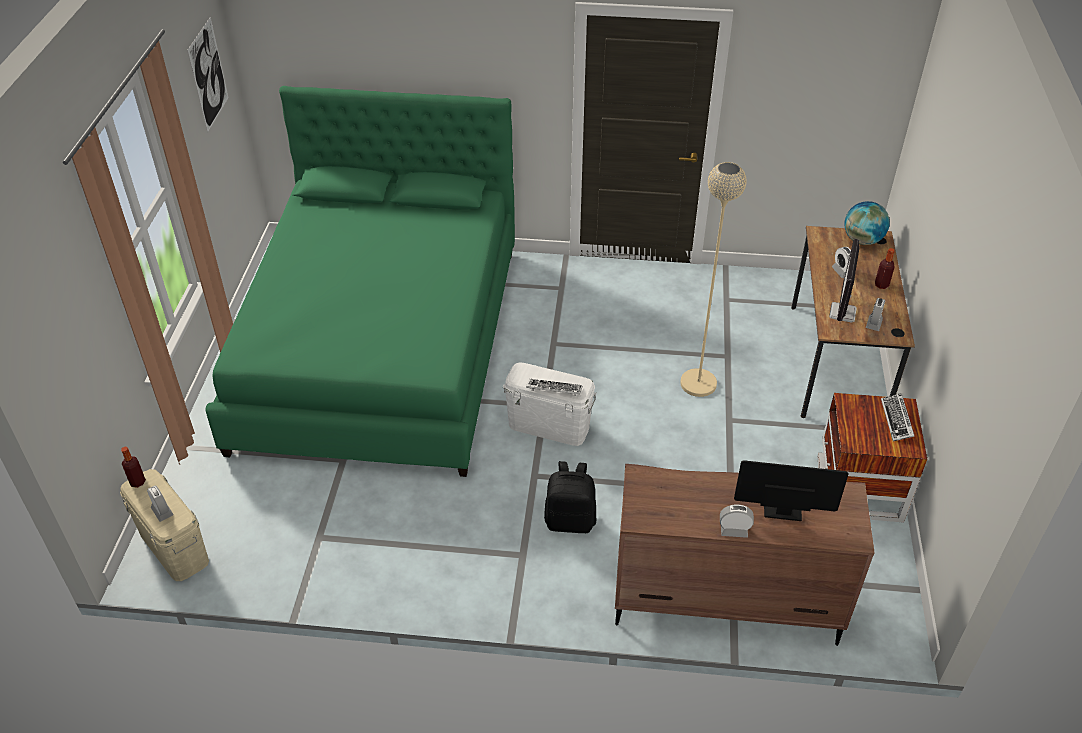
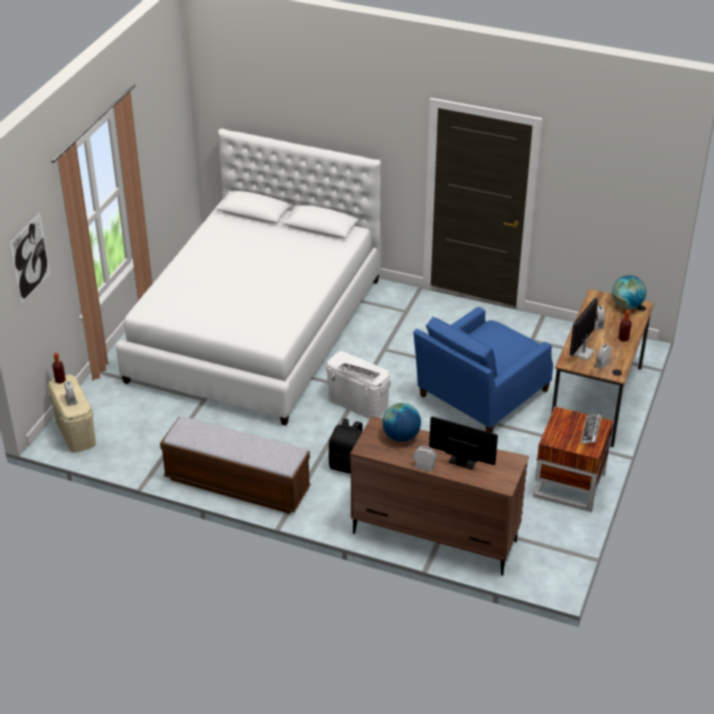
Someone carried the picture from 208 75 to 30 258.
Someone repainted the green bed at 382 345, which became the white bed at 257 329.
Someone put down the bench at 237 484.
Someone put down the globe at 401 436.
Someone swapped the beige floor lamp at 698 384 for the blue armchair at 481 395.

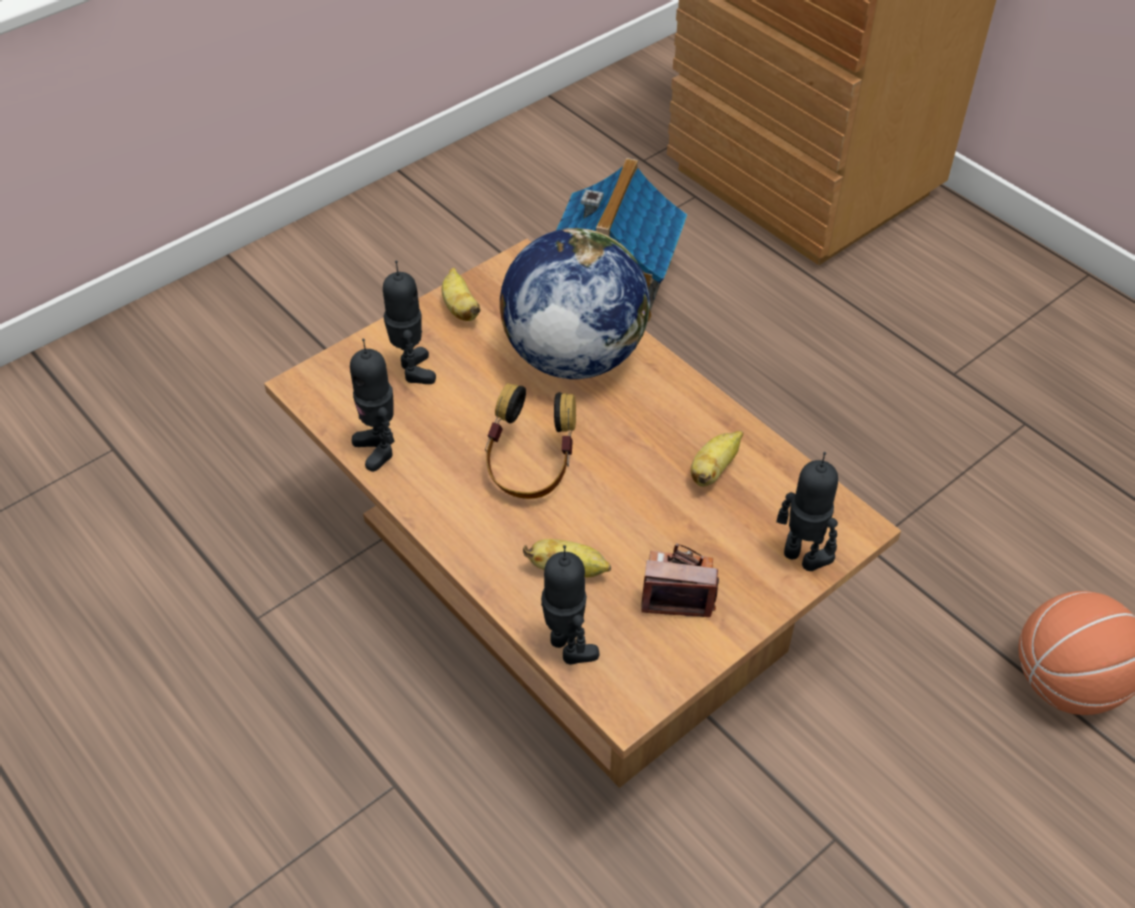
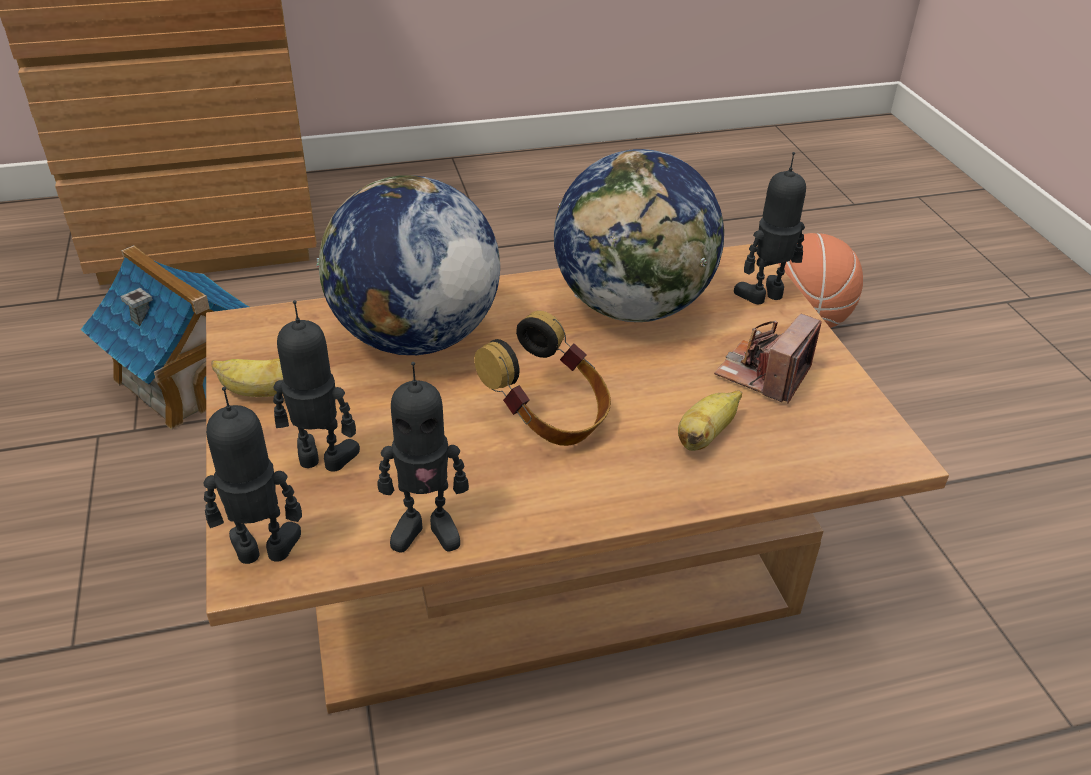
Someone carried the toy robot from 566 647 to 264 552.
Someone swapped the banana at 713 470 for the globe at 633 306.

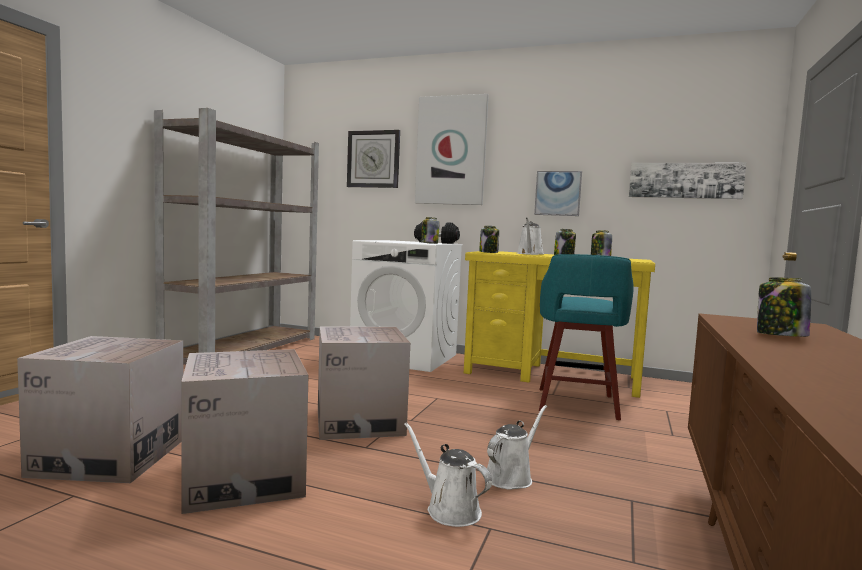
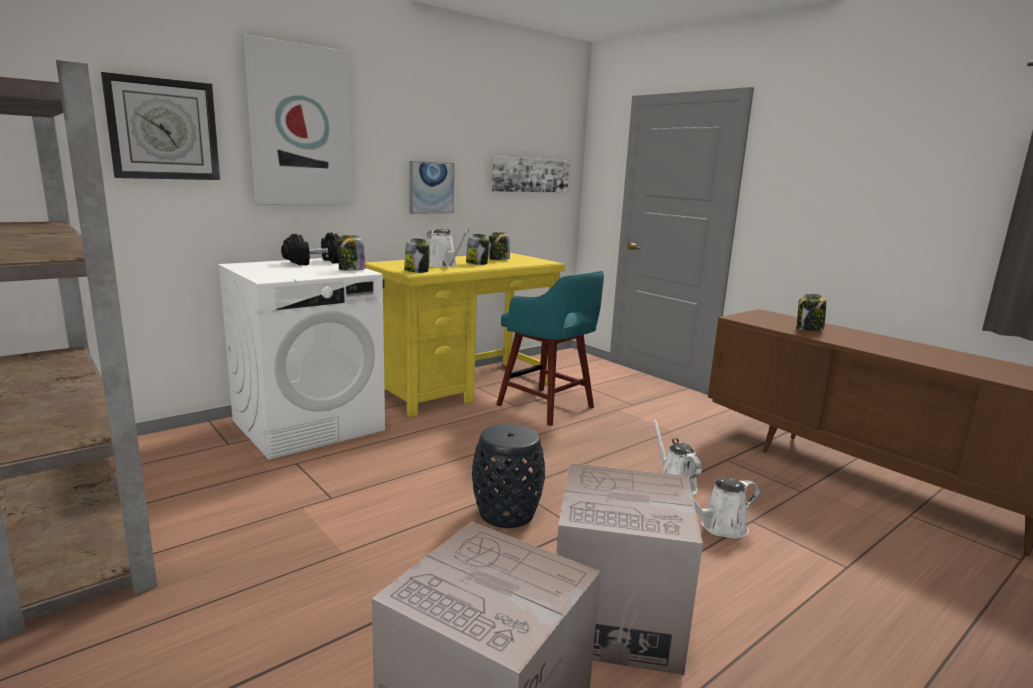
Someone swapped the cardboard box at 359 422 for the black stool at 506 513.

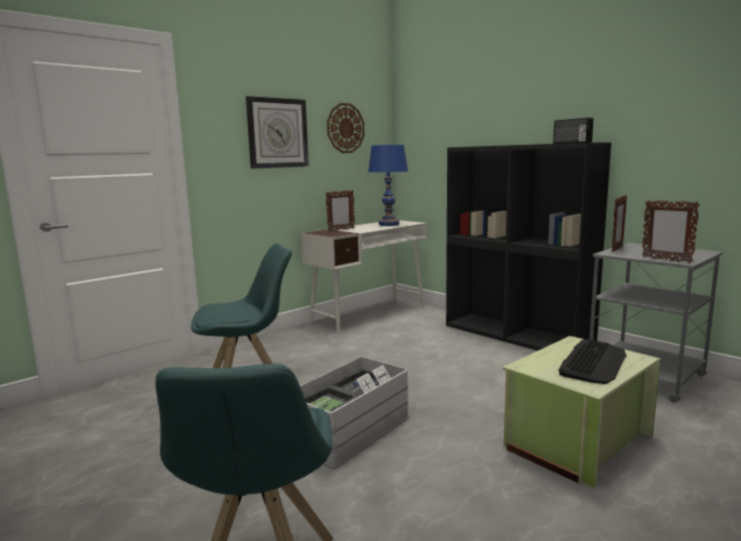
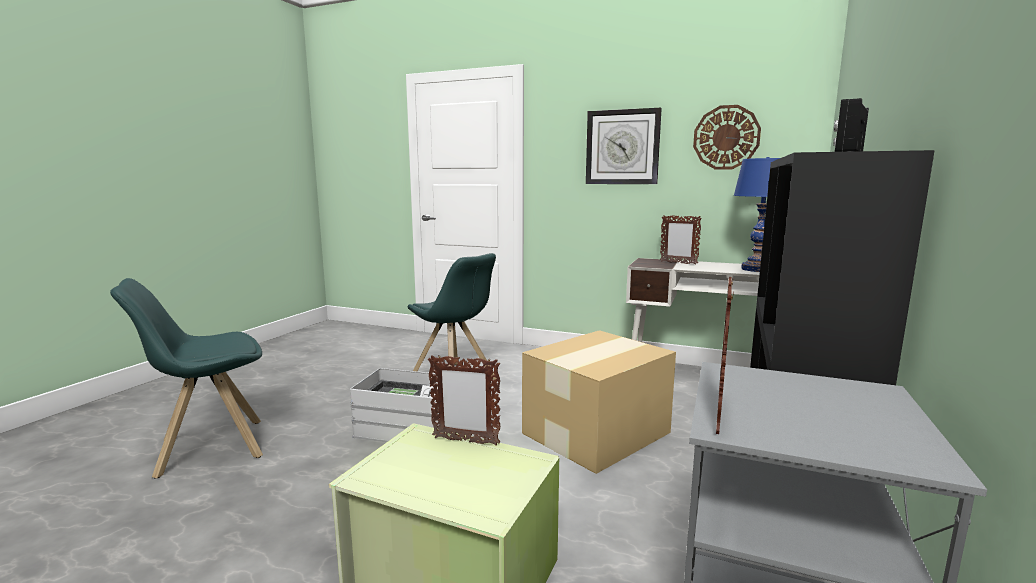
Someone carried the picture frame from 616 249 to 465 441.
Someone put down the cardboard box at 598 432.
Someone took away the keyboard at 593 362.

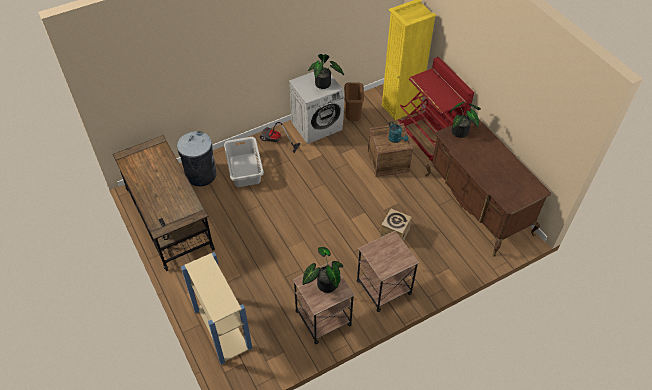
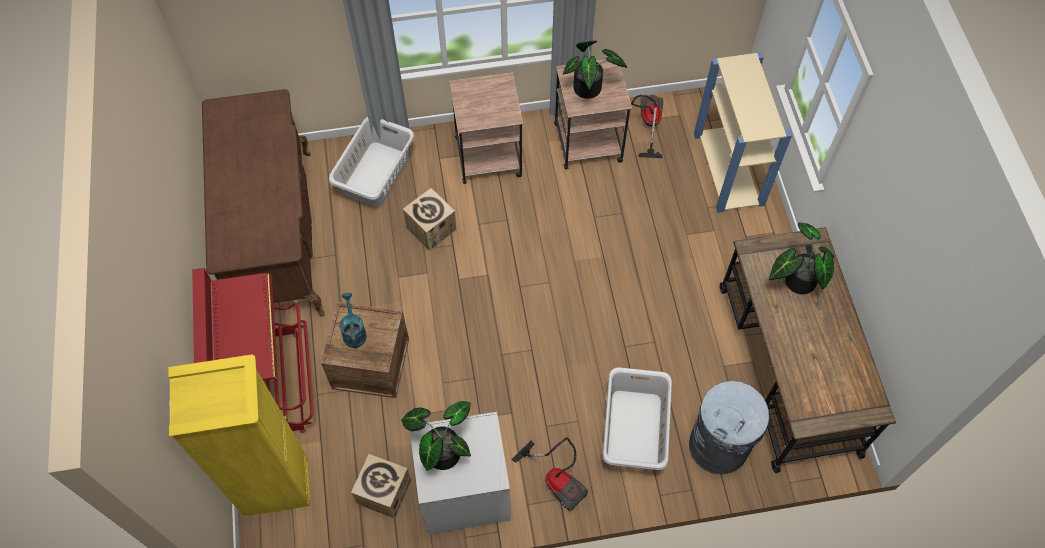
Someone put down the grey laundry basket at 376 174.
Someone swapped the brown trash can at 352 117 for the cardboard box at 384 492.
Someone put down the vacuum cleaner at 647 124.
Someone carried the potted plant from 462 131 to 796 280.

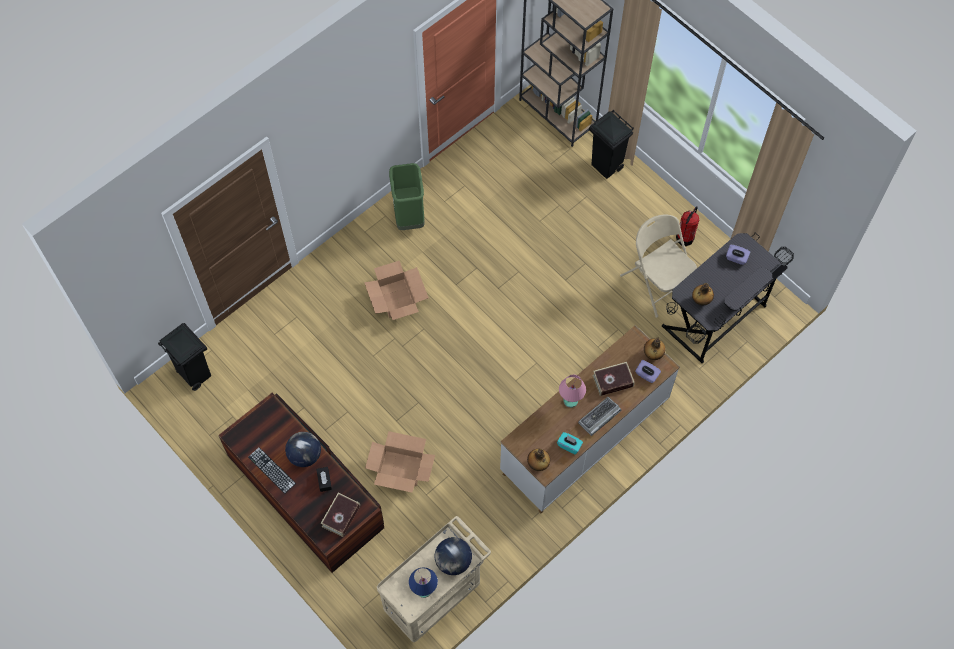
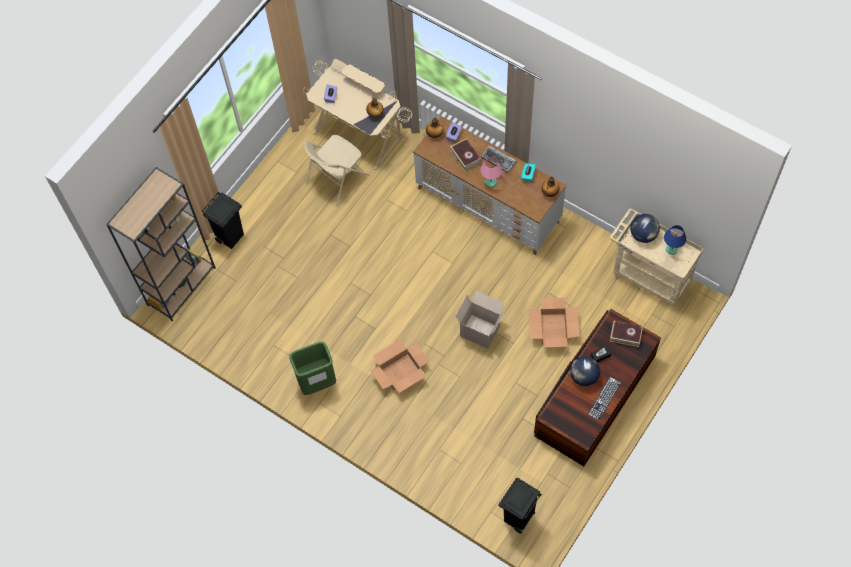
Someone repainted the black desk at 716 318, which became the beige desk at 359 133.
Someone put down the cardboard box at 481 330.
Someone took away the fire extinguisher at 685 238.

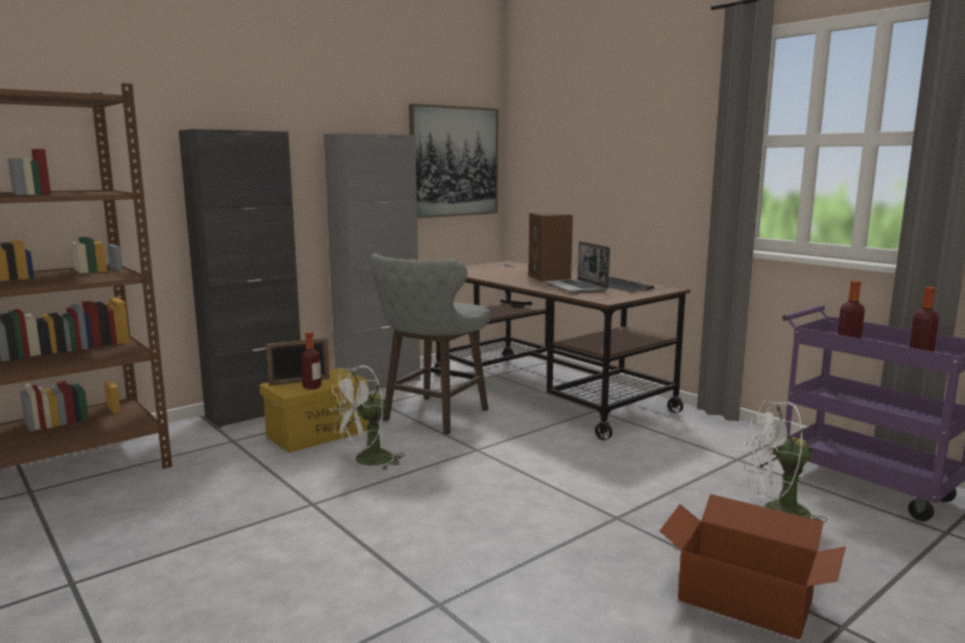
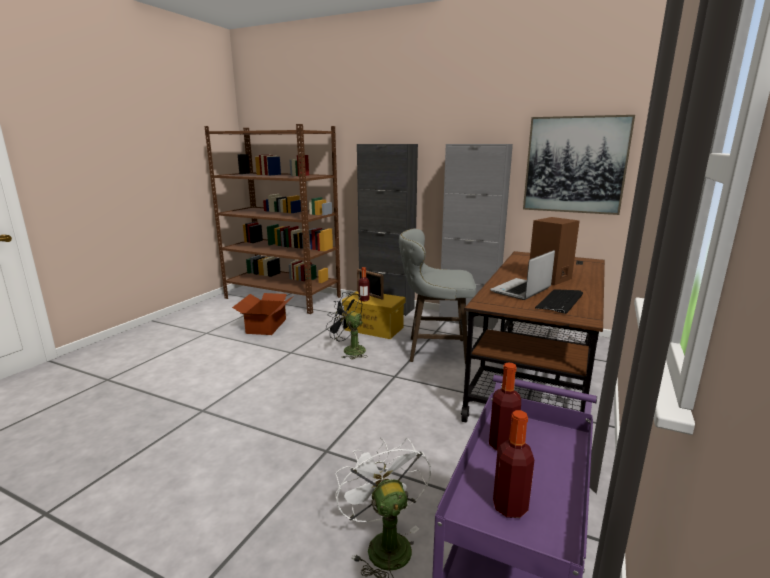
Someone carried the cardboard box from 745 601 to 266 326.
Someone repainted the white fan at 366 461, which became the black fan at 349 350.

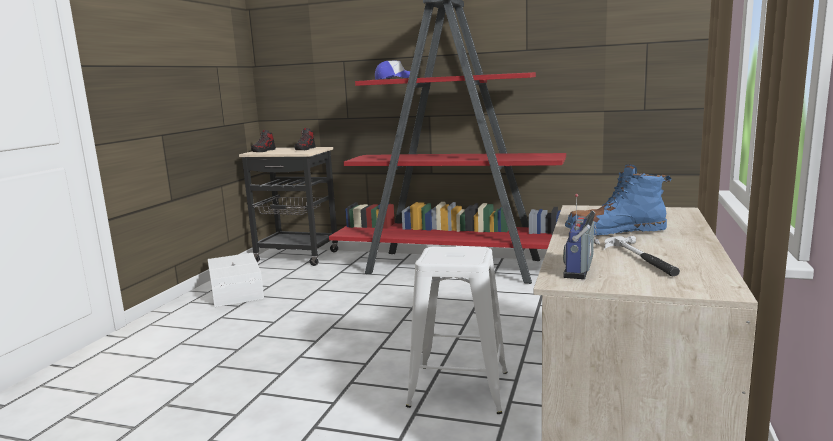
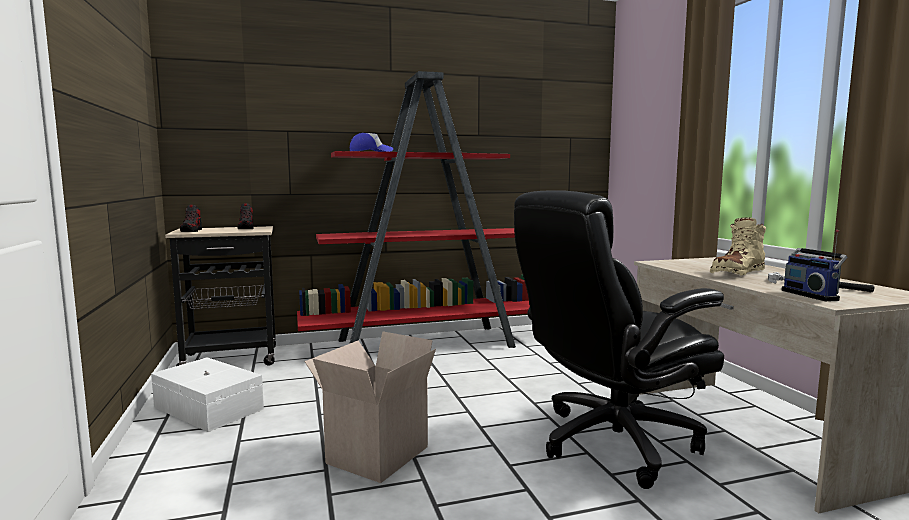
Someone put down the cardboard box at 376 453.
Someone swapped the white stool at 459 389 for the black office chair at 608 443.
Someone repainted the blue boot at 615 231, which became the beige boot at 737 273.

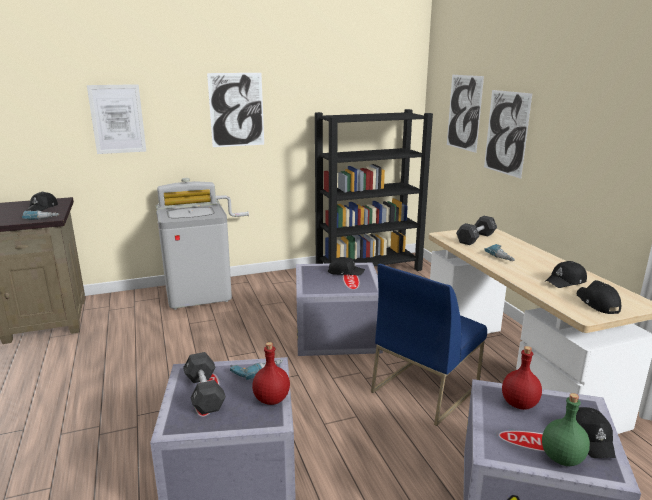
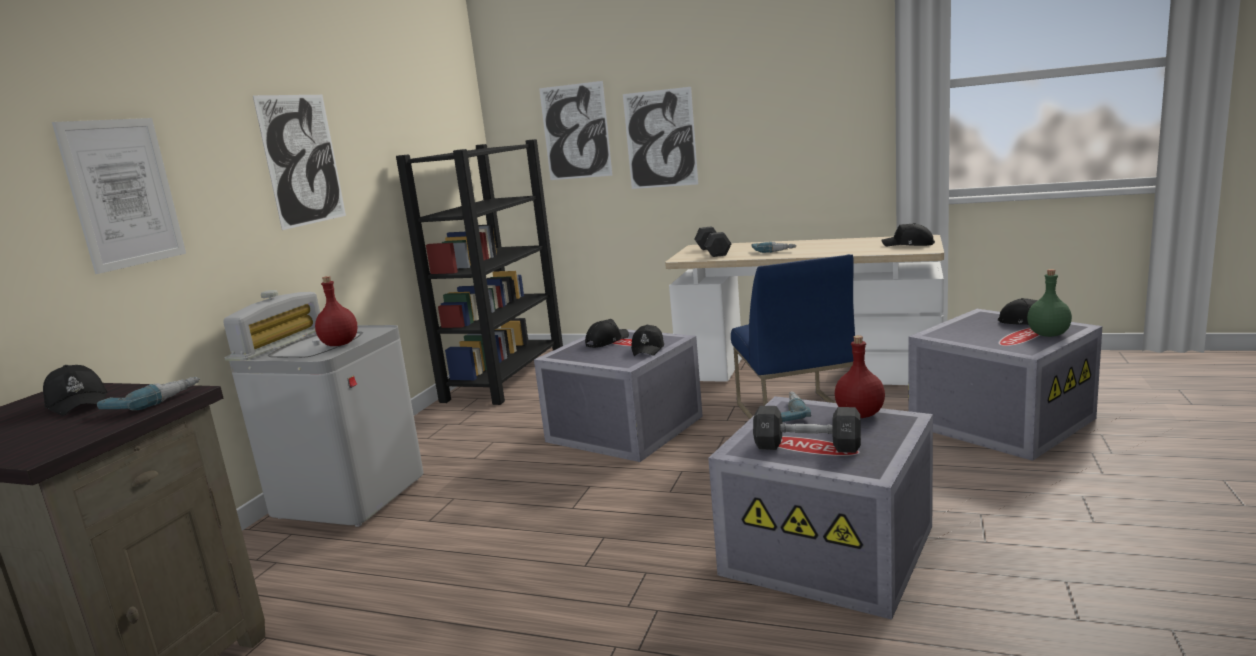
Someone carried the red bottle from 519 404 to 339 344.
Someone carried the black cap from 566 281 to 648 349.

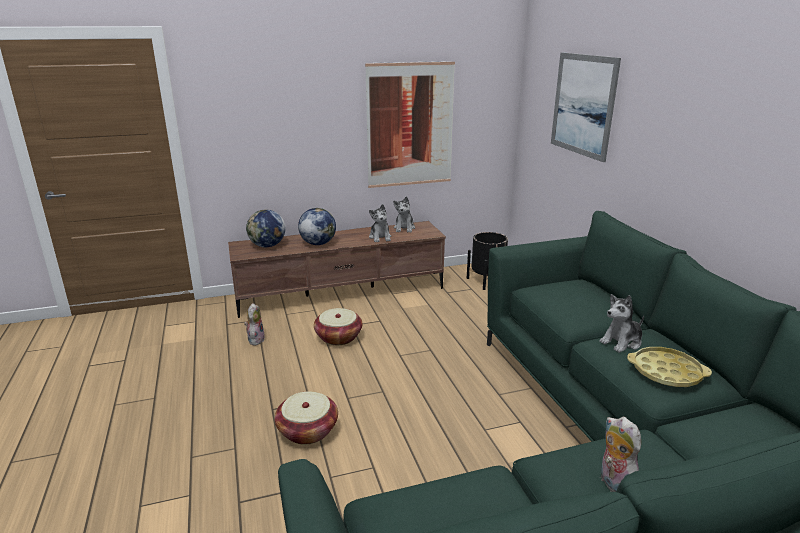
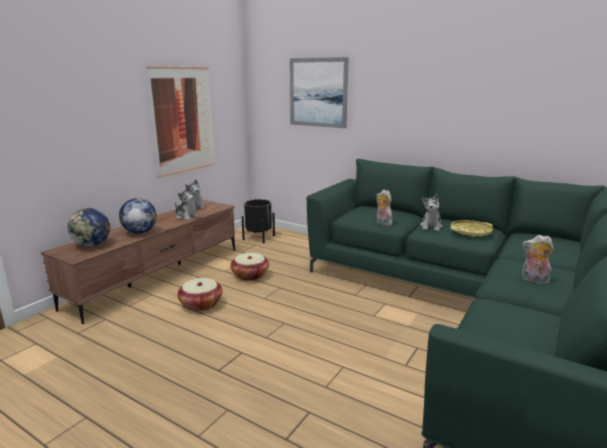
Someone carried the basket from 307 430 to 250 275.
Someone carried the plush toy from 255 339 to 382 223.

